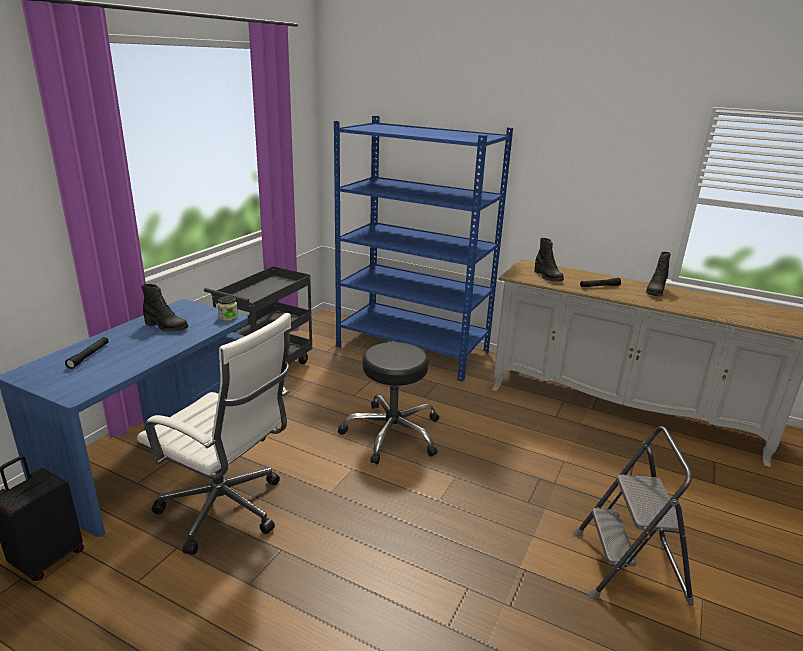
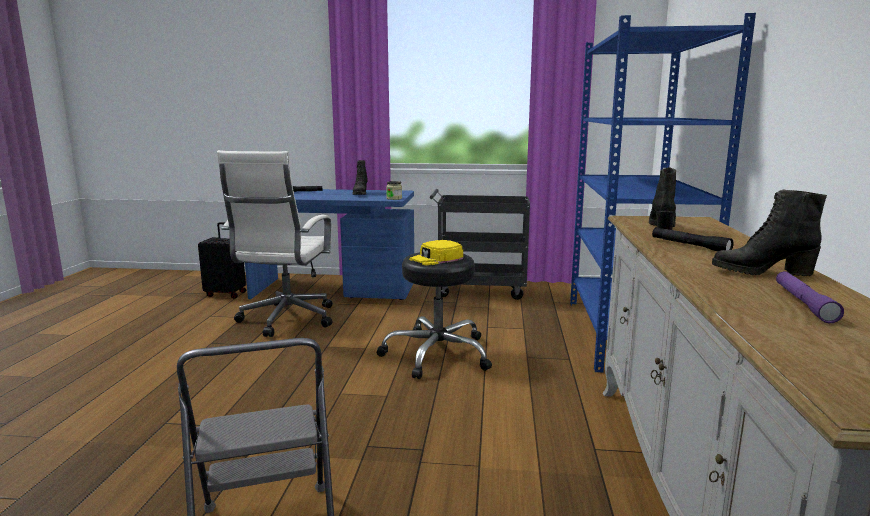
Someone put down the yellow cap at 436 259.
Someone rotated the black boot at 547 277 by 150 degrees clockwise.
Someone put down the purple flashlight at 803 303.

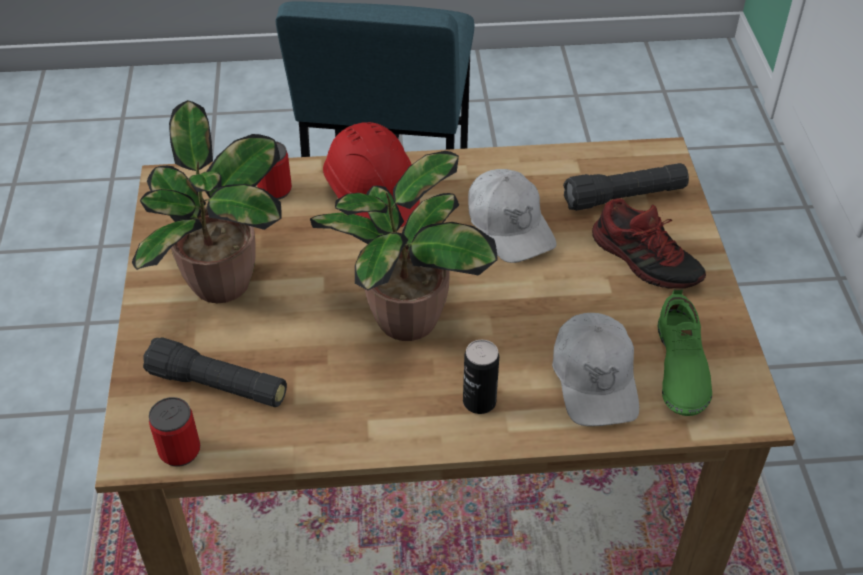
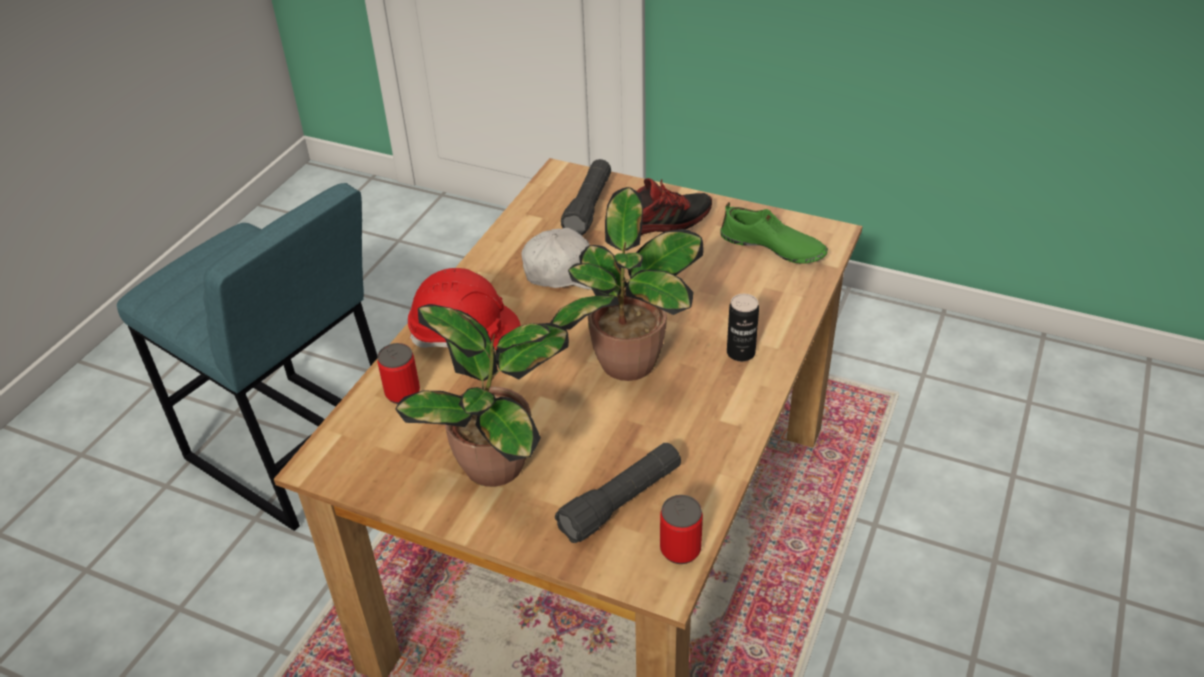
Someone took away the white cap at 595 379.

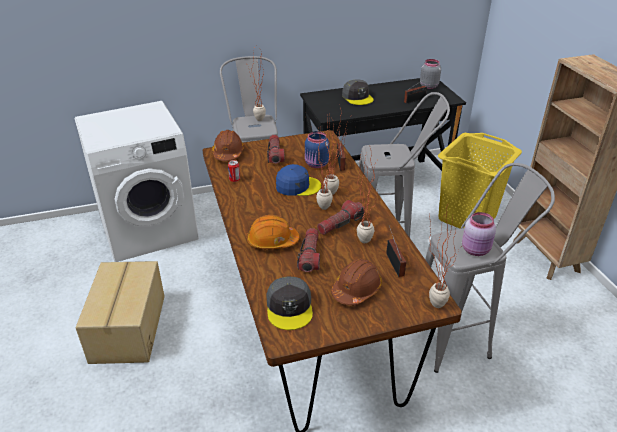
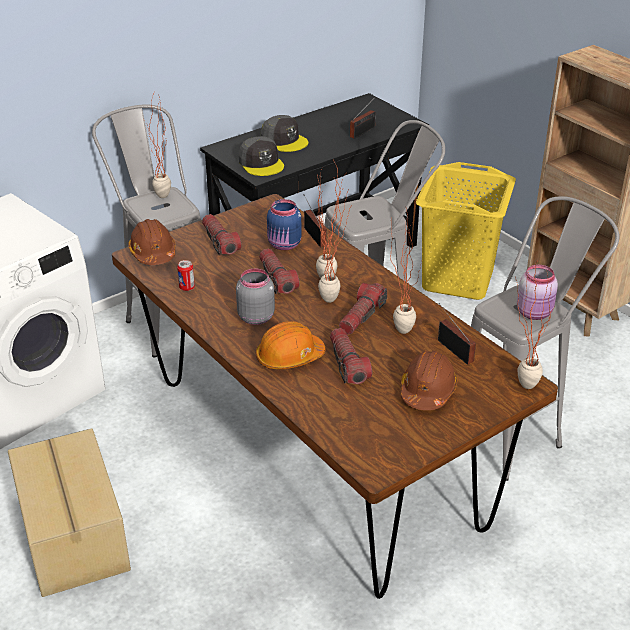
Someone carried the grey jar from 428 86 to 255 317.
Someone carried the grey cap from 289 307 to 261 163.
Someone swapped the blue cap at 297 186 for the flashlight at 277 279.

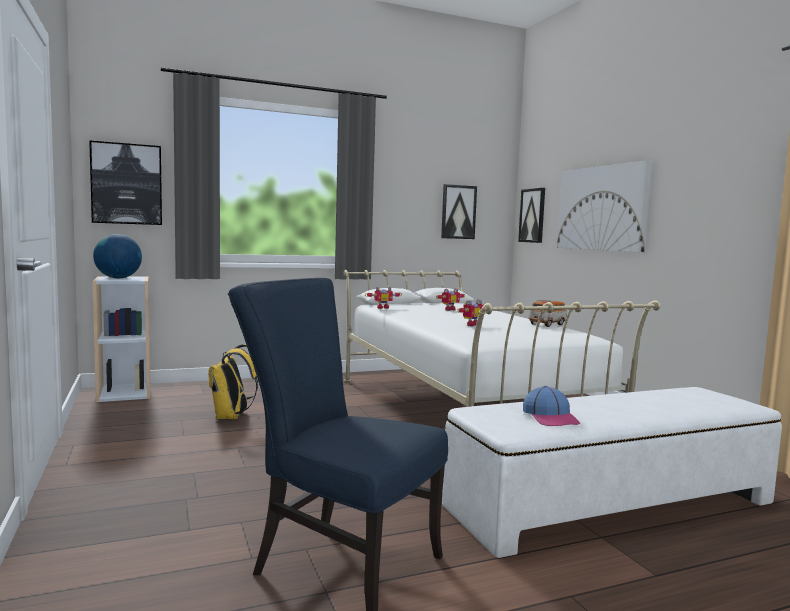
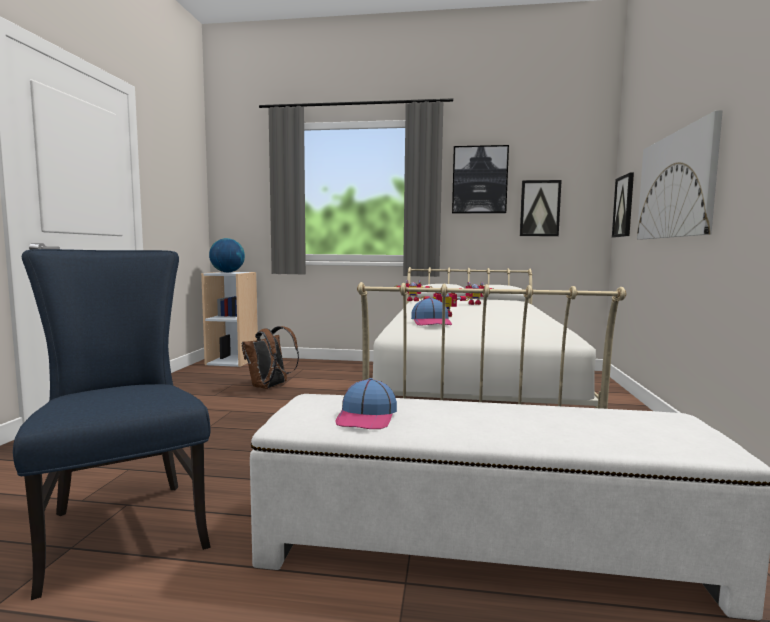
Someone repainted the yellow backpack at 233 417, which became the brown backpack at 270 387.
Someone put down the cap at 431 322.
Someone carried the picture from 126 184 to 479 180.
Someone took away the toy car at 547 324.

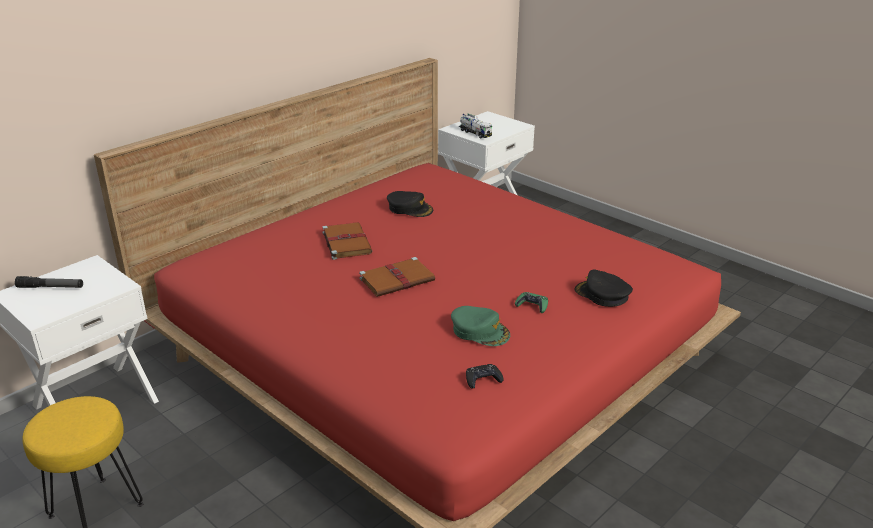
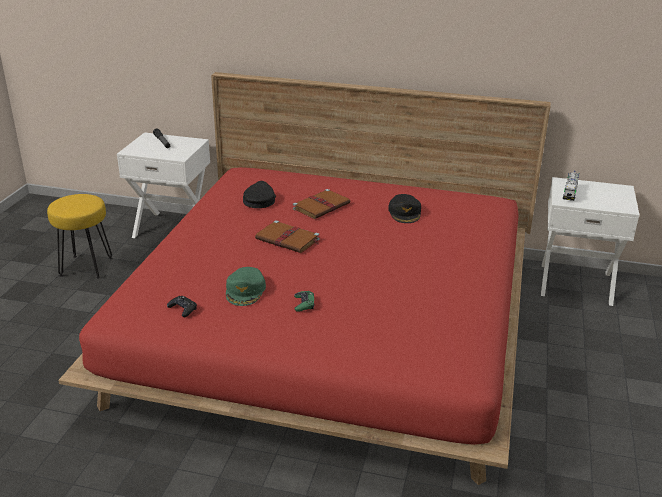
Someone carried the black cap from 602 294 to 259 200.

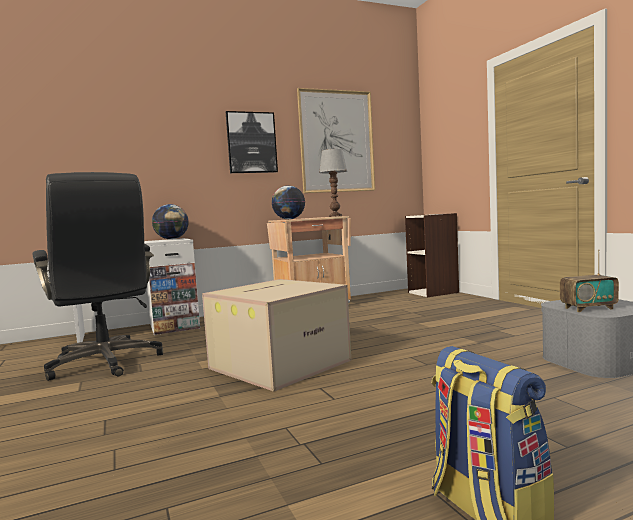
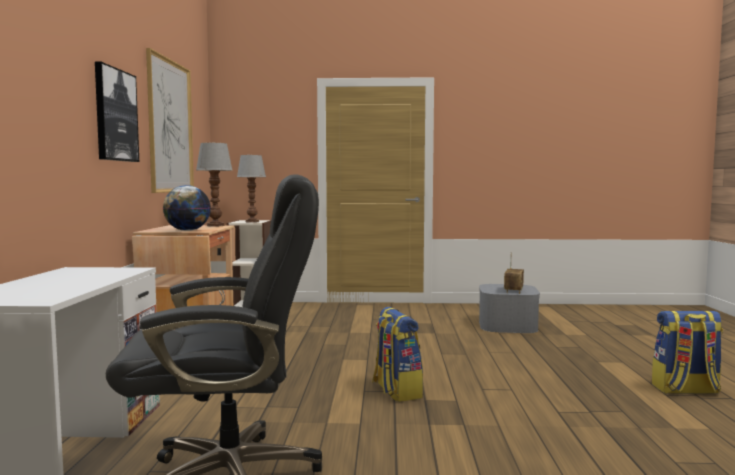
Someone put down the table lamp at 252 222.
Someone swapped the cardboard box at 280 363 for the backpack at 396 391.
Someone took away the globe at 171 239.

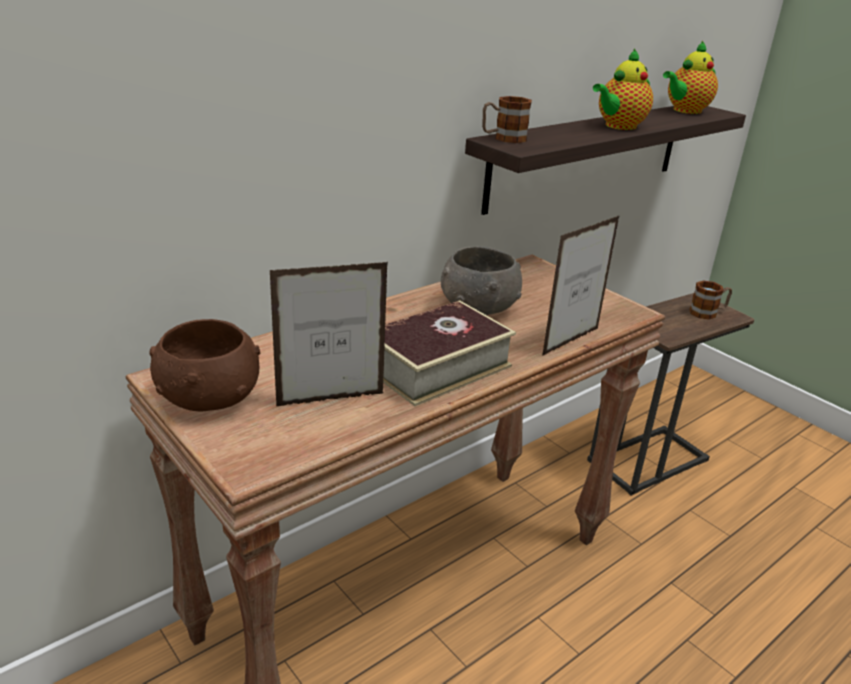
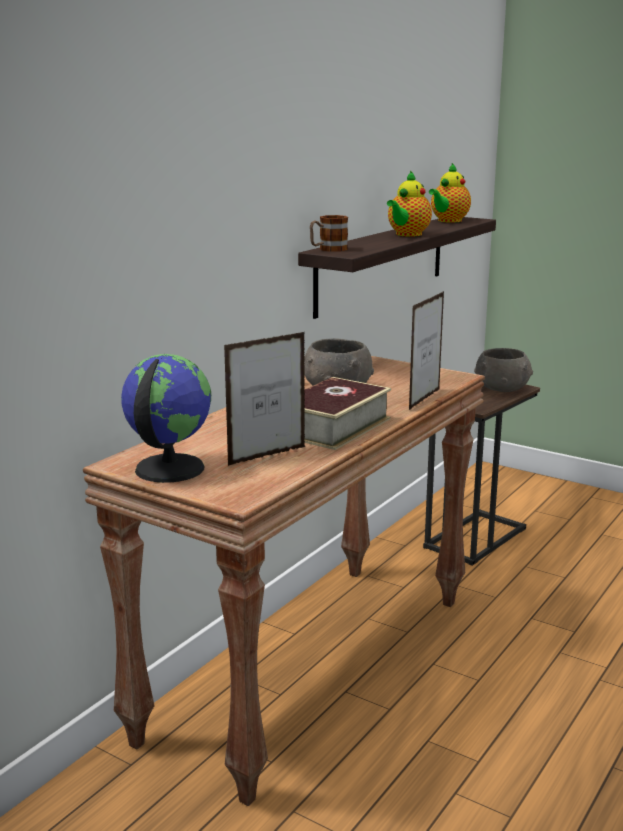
Someone swapped the brown bowl at 209 397 for the globe at 168 468.
Someone swapped the mug at 708 313 for the grey bowl at 502 388.

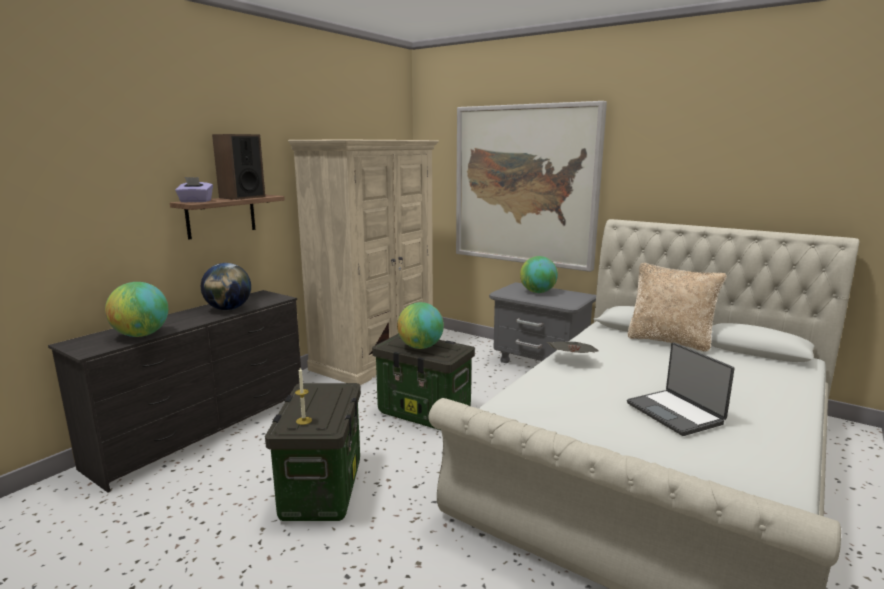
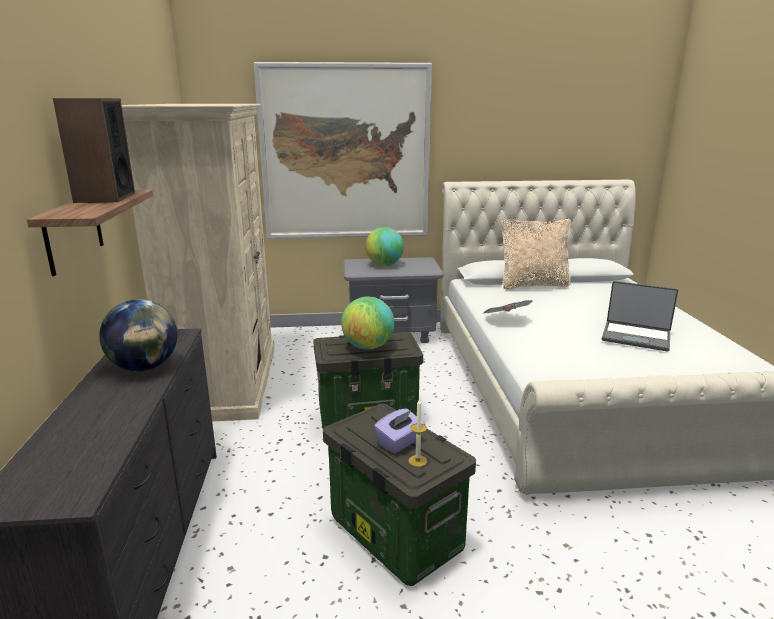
Someone carried the purple tissue box from 195 201 to 400 442.
Someone took away the globe at 141 335.

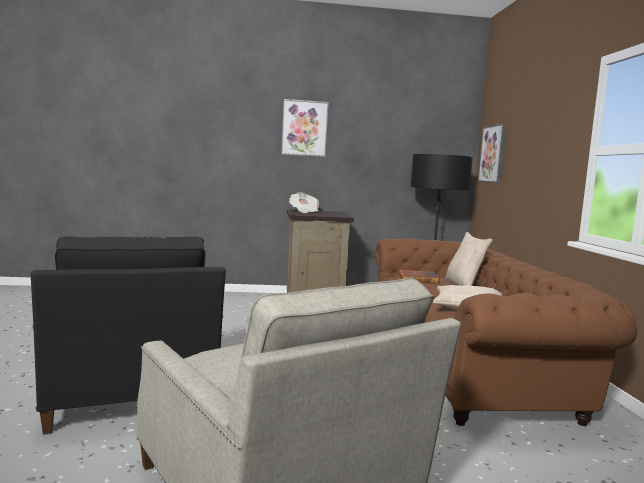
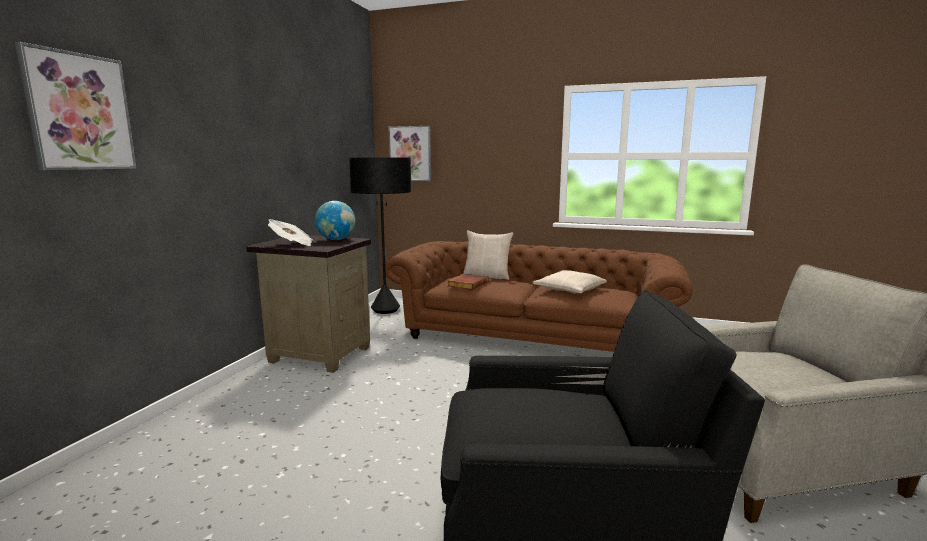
Someone carried the picture from 304 128 to 79 112.
Someone put down the globe at 336 239.

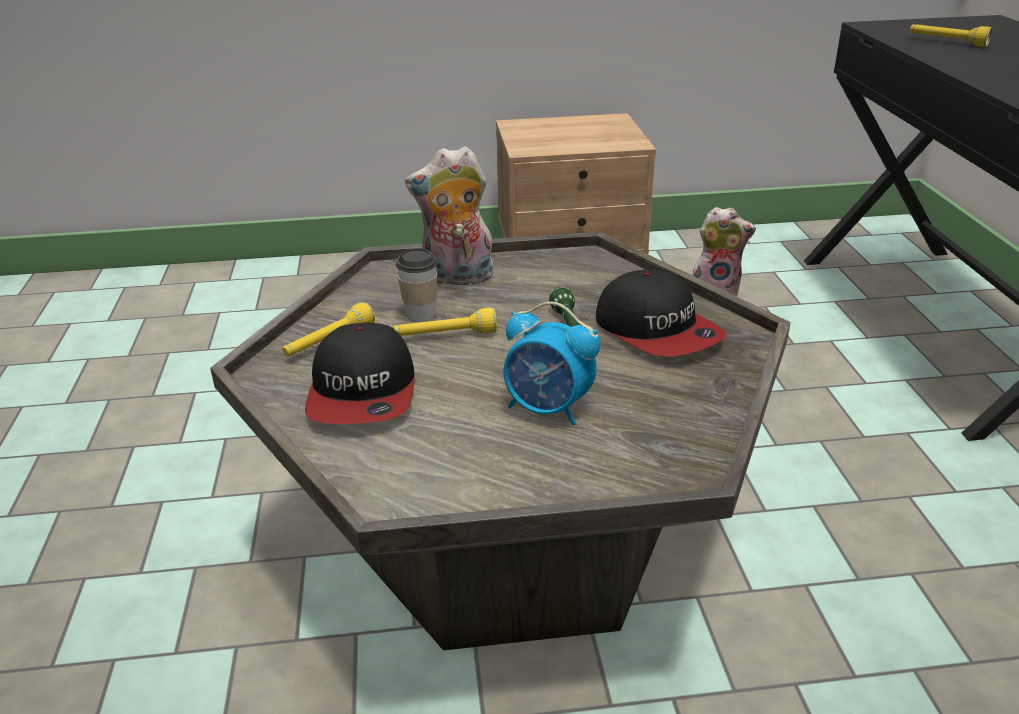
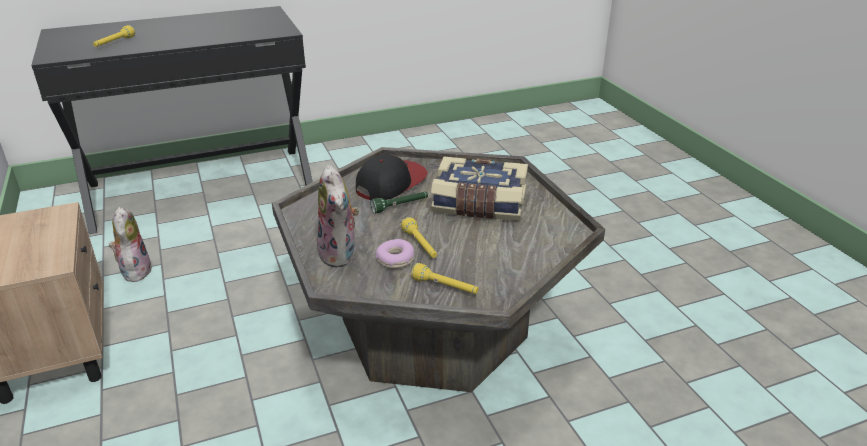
Someone swapped the cup at 420 314 for the donut at 395 260.
Someone swapped the alarm clock at 548 409 for the book at 479 204.
Someone took away the cap at 363 392.

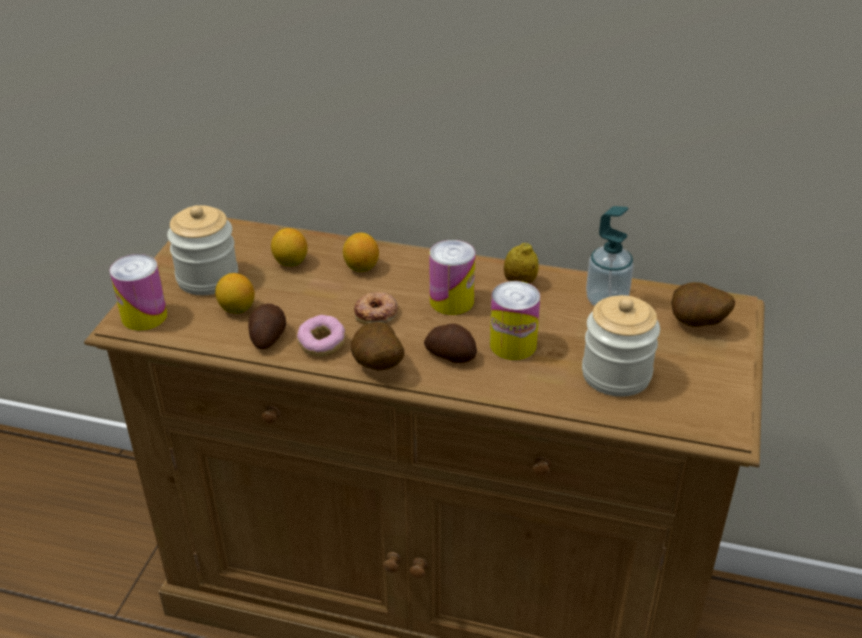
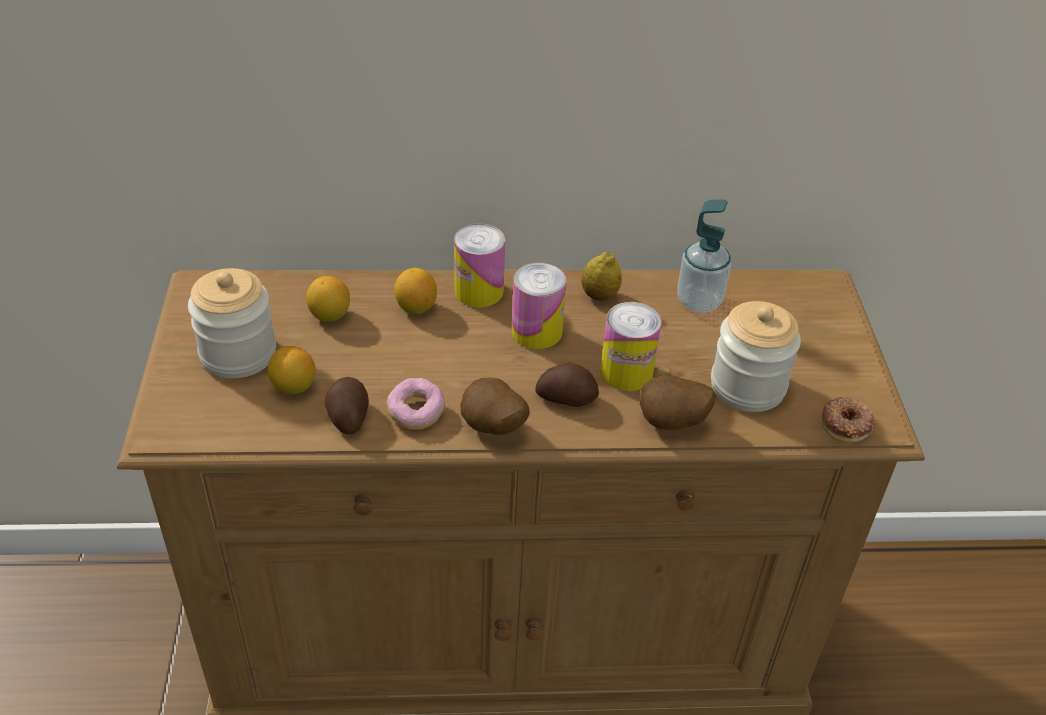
Someone carried the can from 144 316 to 479 291.
Someone carried the potato from 697 325 to 671 424.
Someone carried the donut from 376 313 to 846 423.

